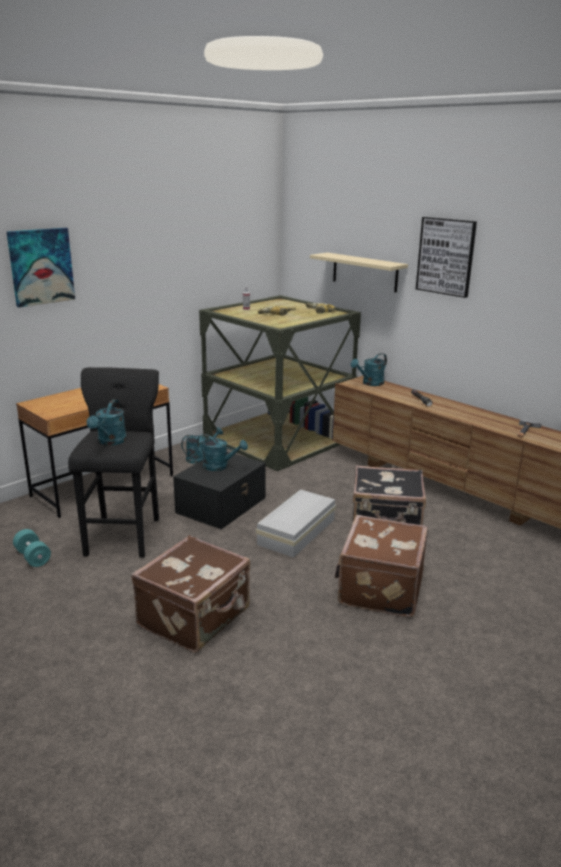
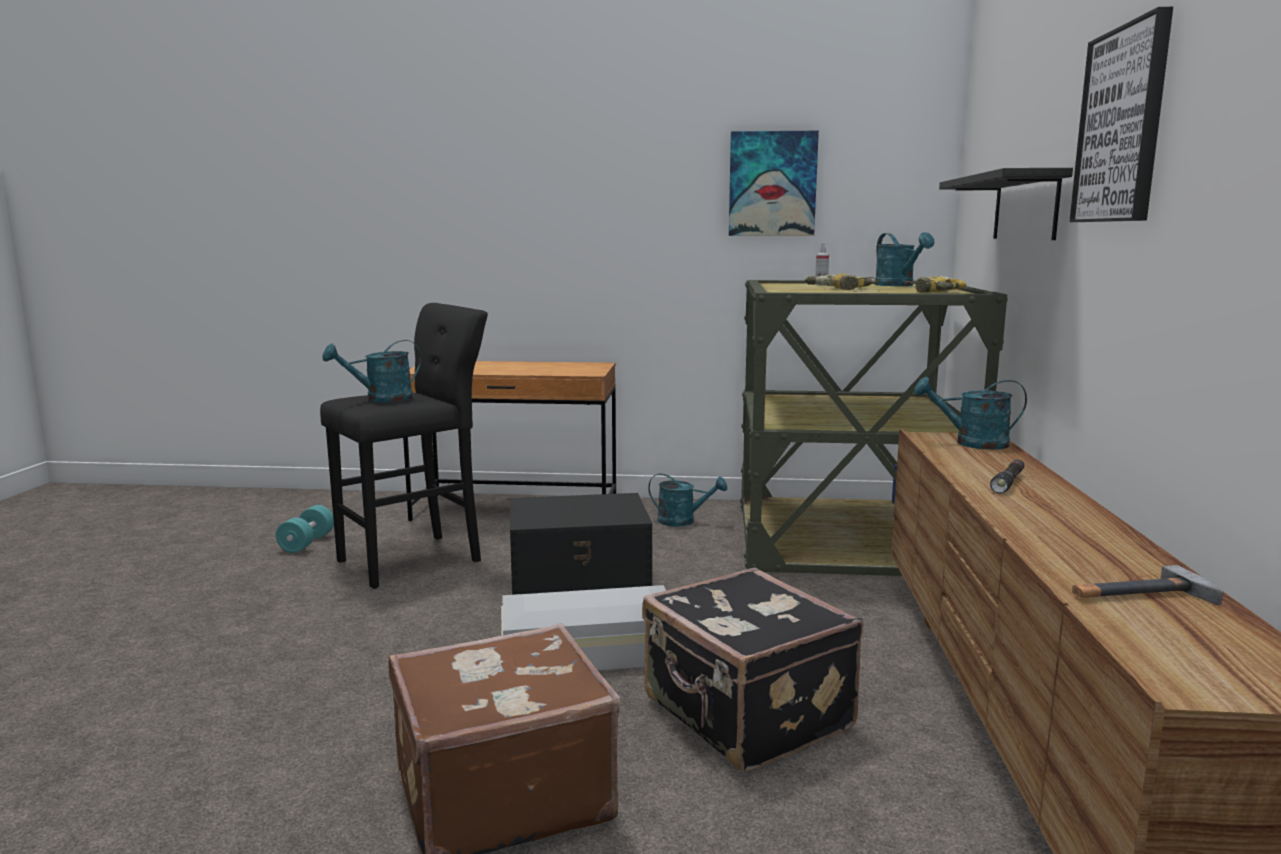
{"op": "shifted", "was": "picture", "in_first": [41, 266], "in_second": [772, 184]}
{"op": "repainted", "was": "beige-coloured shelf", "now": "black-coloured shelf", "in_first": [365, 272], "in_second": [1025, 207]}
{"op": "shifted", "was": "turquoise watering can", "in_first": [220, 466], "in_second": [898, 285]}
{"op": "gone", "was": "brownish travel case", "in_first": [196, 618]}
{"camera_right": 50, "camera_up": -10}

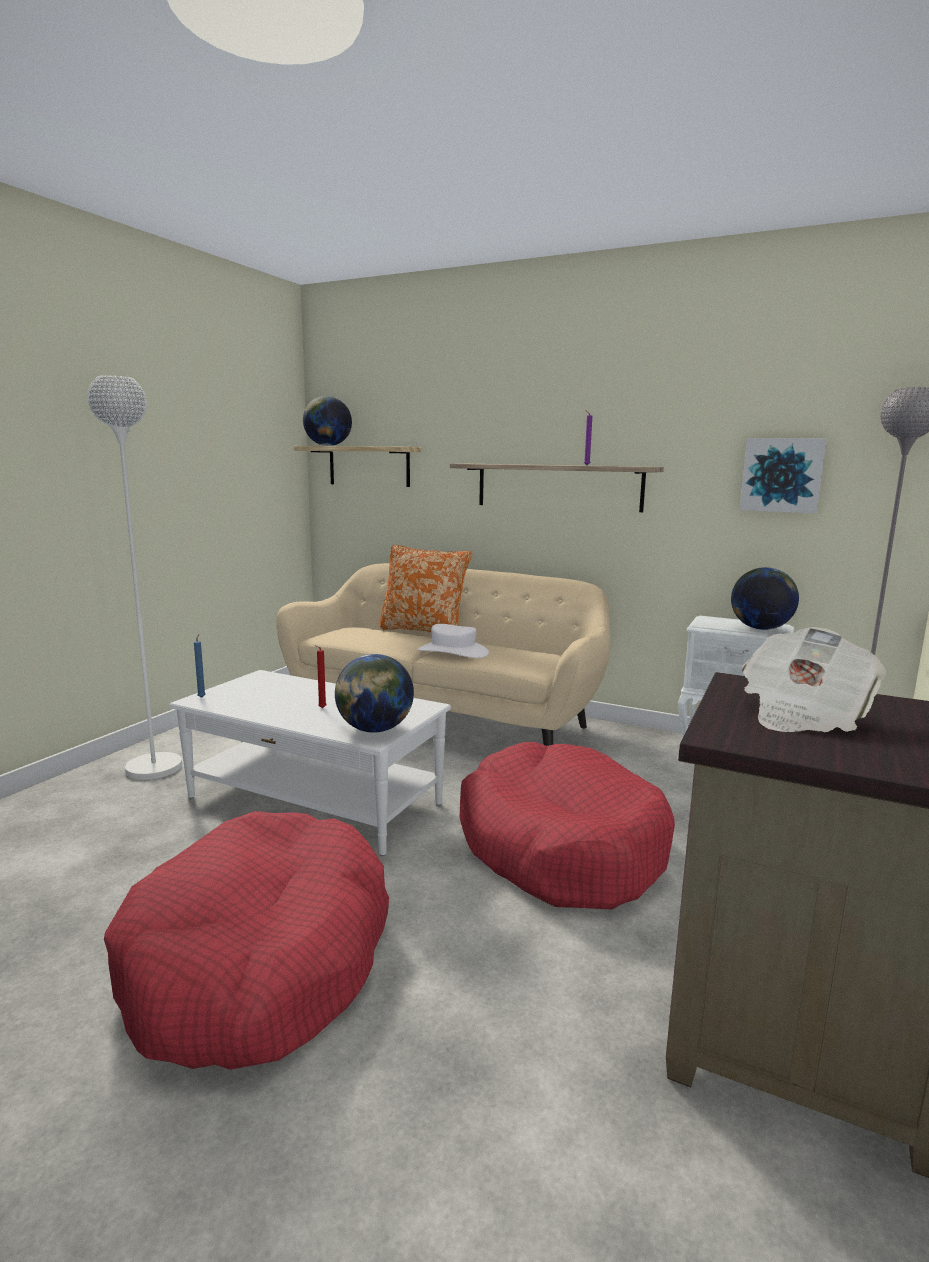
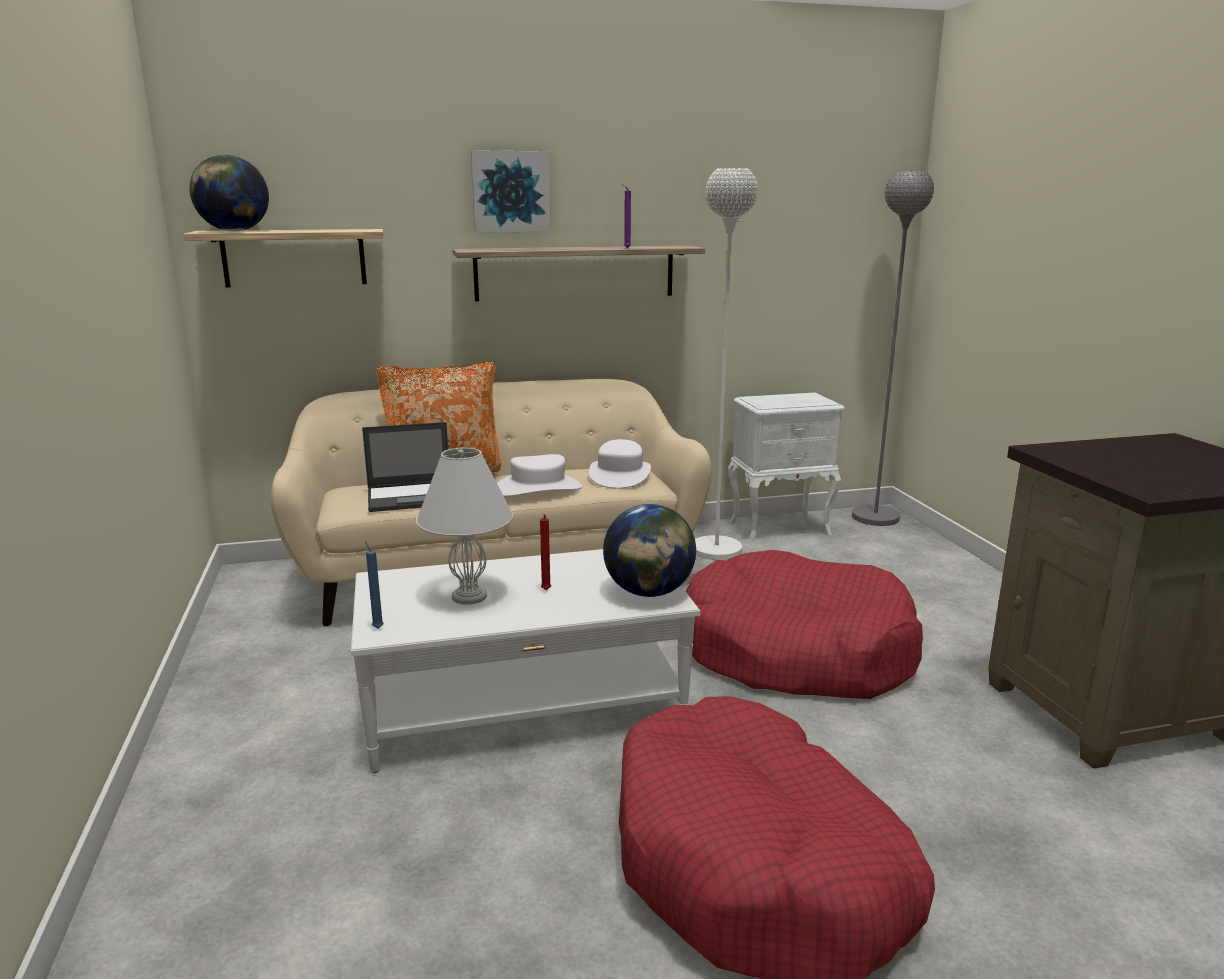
{"op": "shifted", "was": "white-coloured floor lamp", "in_first": [155, 768], "in_second": [716, 550]}
{"op": "shifted", "was": "picture", "in_first": [781, 475], "in_second": [510, 192]}
{"op": "gone", "was": "world globe", "in_first": [760, 628]}
{"op": "gone", "was": "daily paper", "in_first": [802, 714]}
{"op": "new", "now": "portable computer", "in_second": [412, 497]}
{"op": "new", "now": "white-coloured clothing hat", "in_second": [620, 475]}
{"op": "new", "now": "white-coloured tabletop lamp", "in_second": [470, 597]}
{"camera_right": -40, "camera_up": 5}

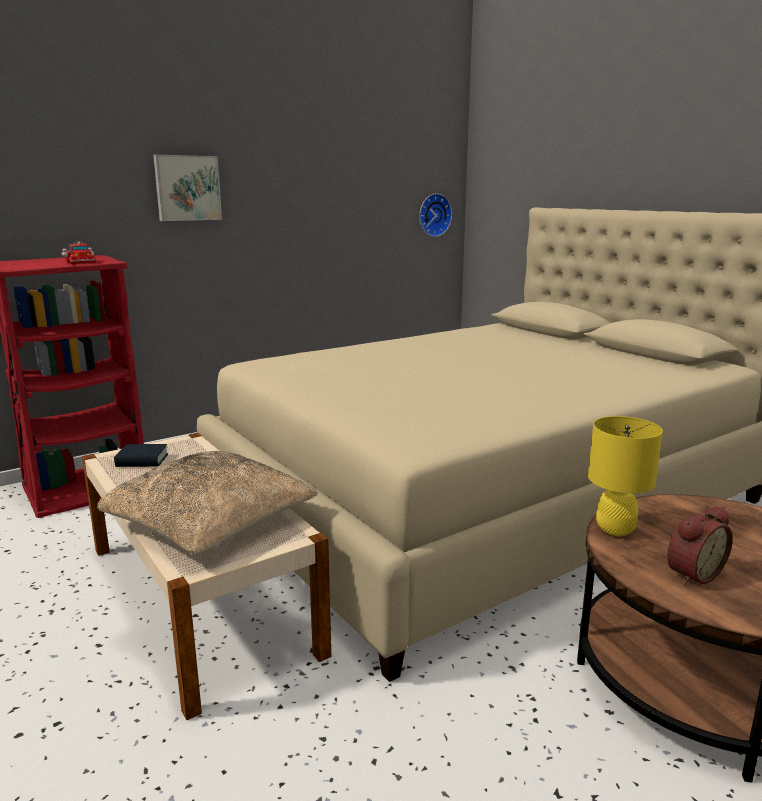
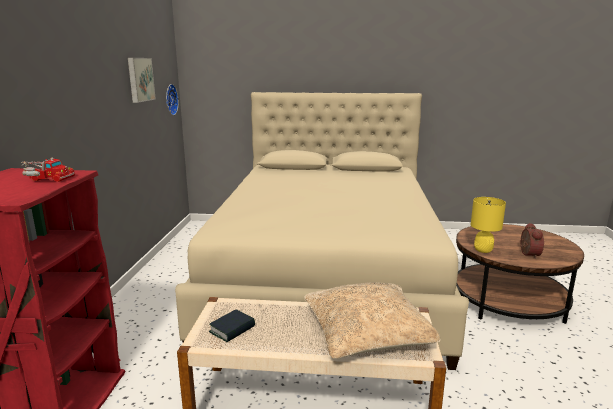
{"op": "shifted", "was": "picture", "in_first": [187, 188], "in_second": [139, 79]}
{"camera_right": -50, "camera_up": 0}

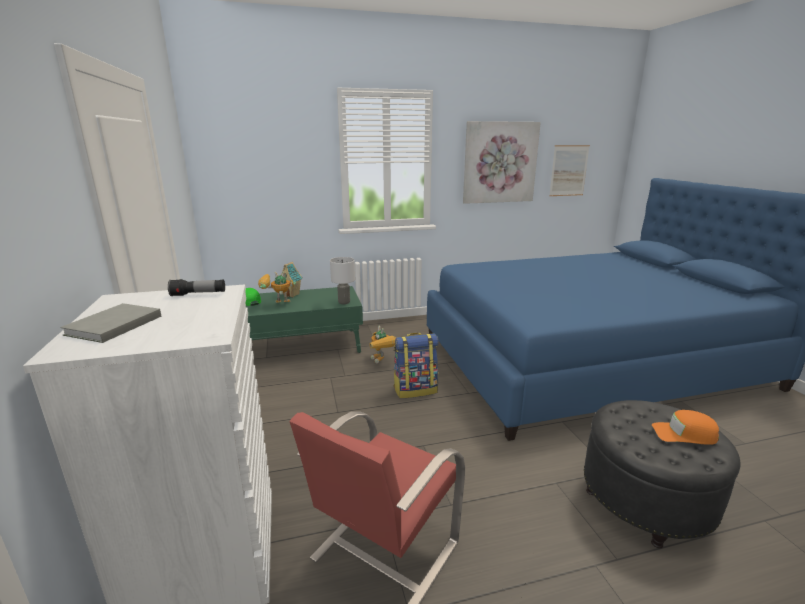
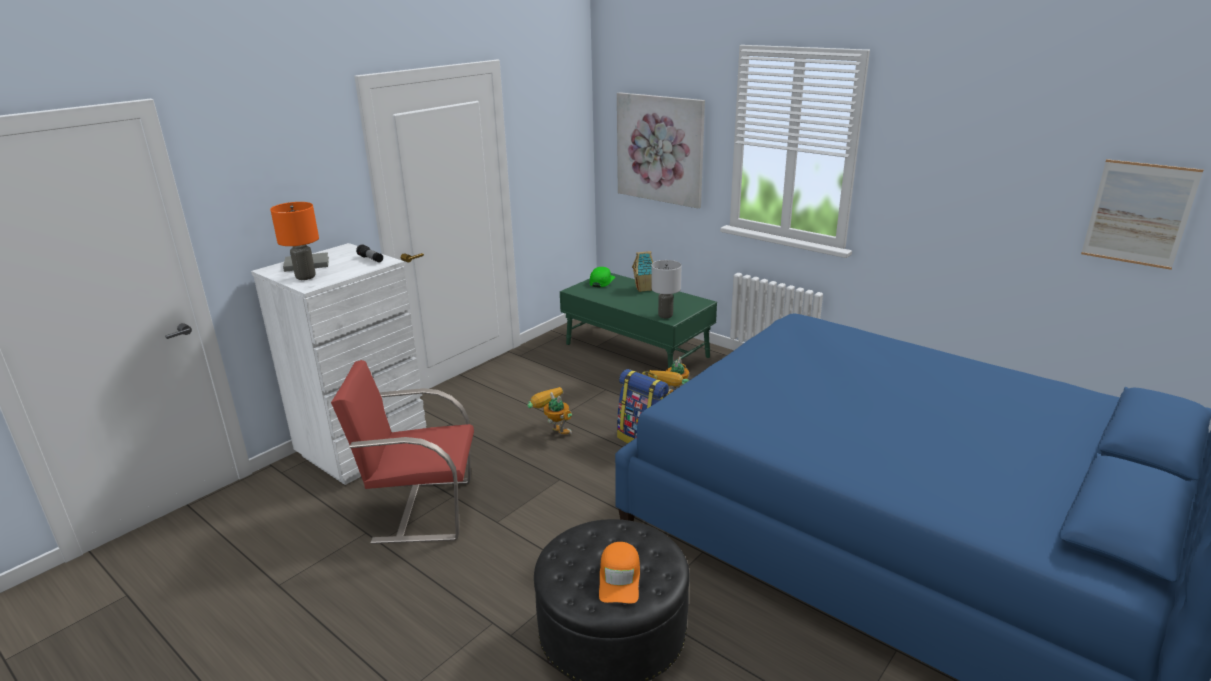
{"op": "shifted", "was": "picture", "in_first": [500, 162], "in_second": [660, 149]}
{"op": "shifted", "was": "robot figure", "in_first": [276, 305], "in_second": [553, 431]}
{"op": "rotated", "was": "orange cap", "in_first": [684, 434], "in_second": [620, 578], "clockwise": -150}
{"op": "new", "now": "orange tabletop lamp", "in_second": [306, 277]}
{"camera_right": 55, "camera_up": 5}

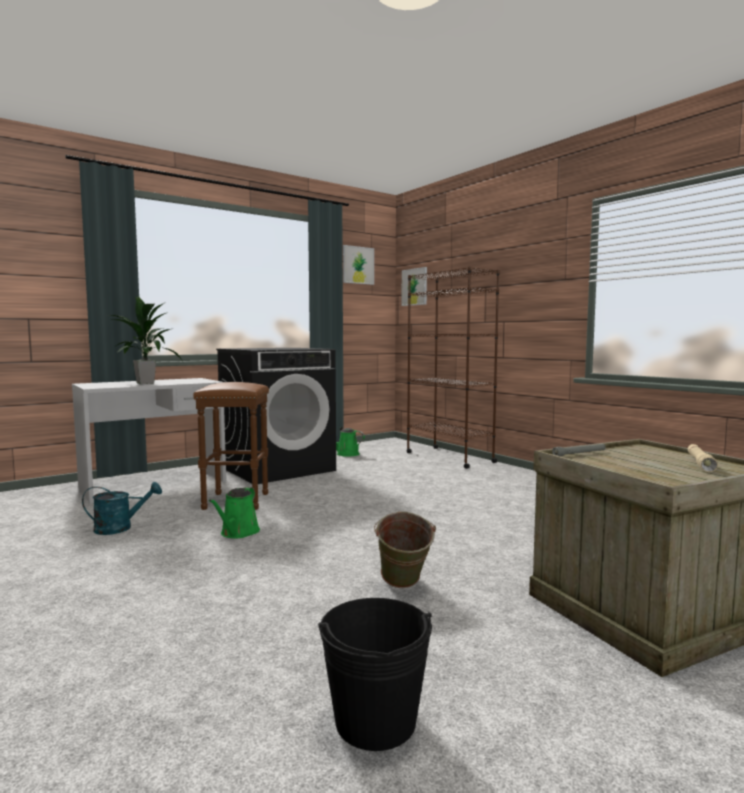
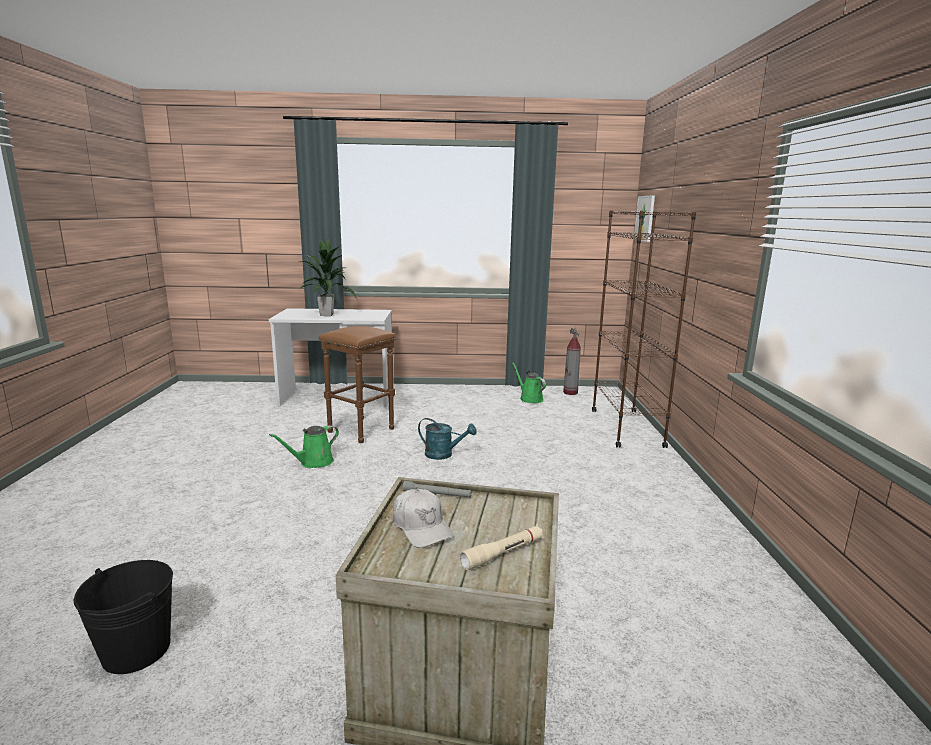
{"op": "gone", "was": "picture", "in_first": [358, 265]}
{"op": "gone", "was": "black-coloured laundry appliance", "in_first": [278, 469]}
{"op": "shifted", "was": "turquoise watering can", "in_first": [120, 528], "in_second": [444, 454]}
{"op": "gone", "was": "greenish pail", "in_first": [403, 587]}
{"op": "new", "now": "extinguisher", "in_second": [570, 392]}
{"op": "new", "now": "white-coloured cap", "in_second": [421, 527]}
{"camera_right": 35, "camera_up": 10}

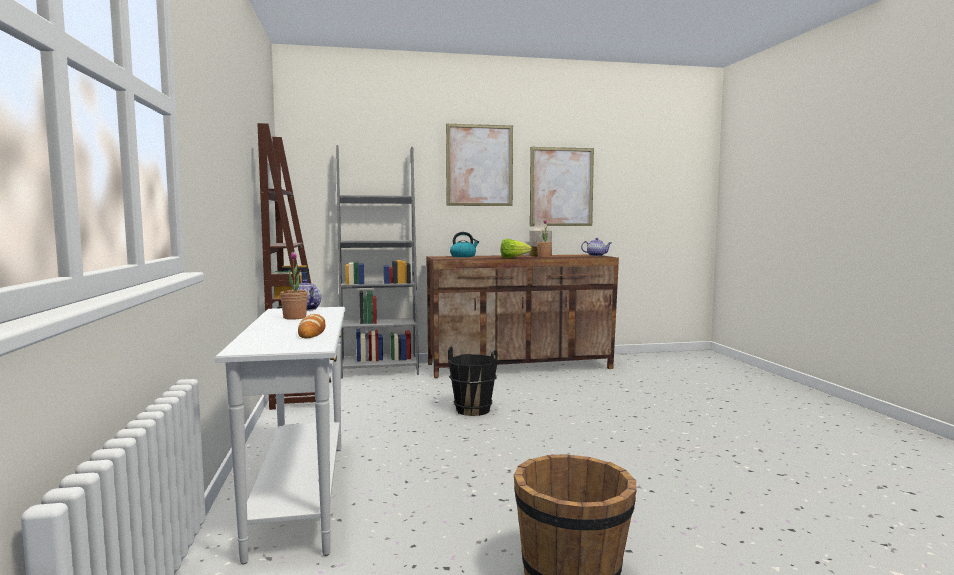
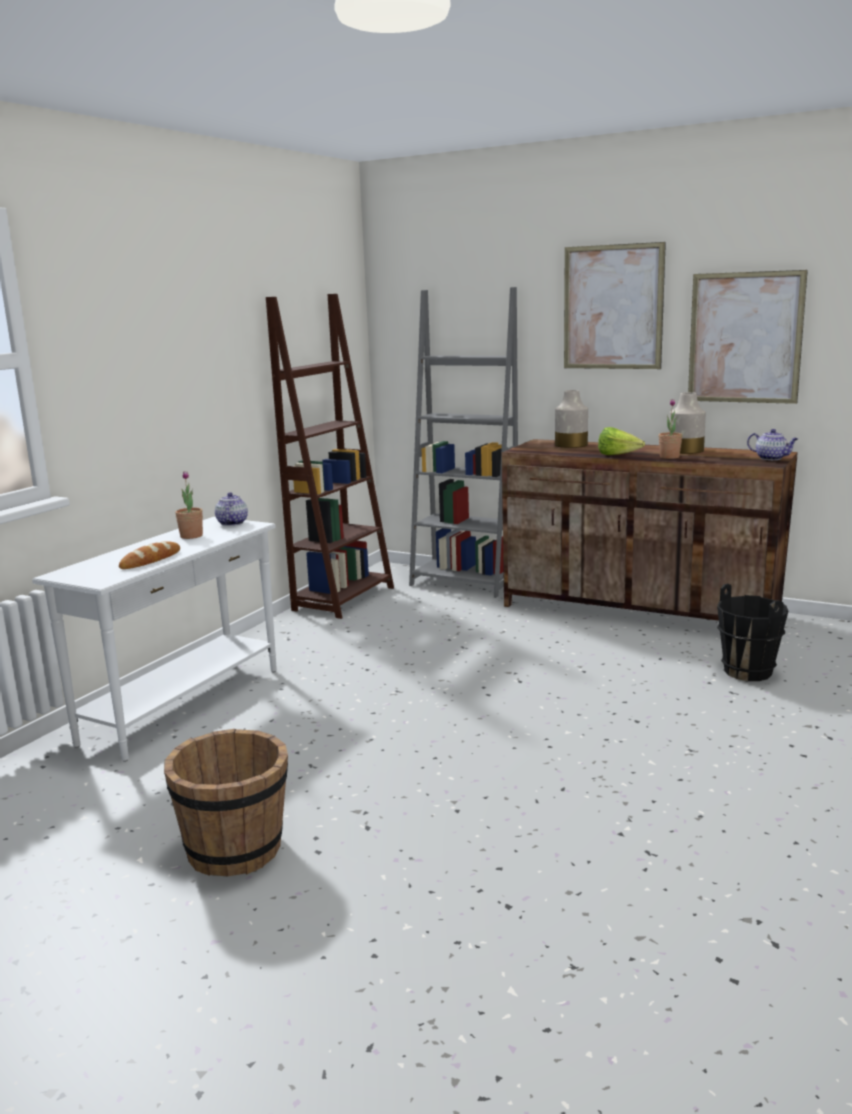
{"op": "swapped", "was": "water kettle", "now": "beige-coloured flower vase", "in_first": [463, 256], "in_second": [571, 444]}
{"op": "shifted", "was": "black-coloured pail", "in_first": [473, 410], "in_second": [748, 671]}
{"camera_right": 40, "camera_up": 10}

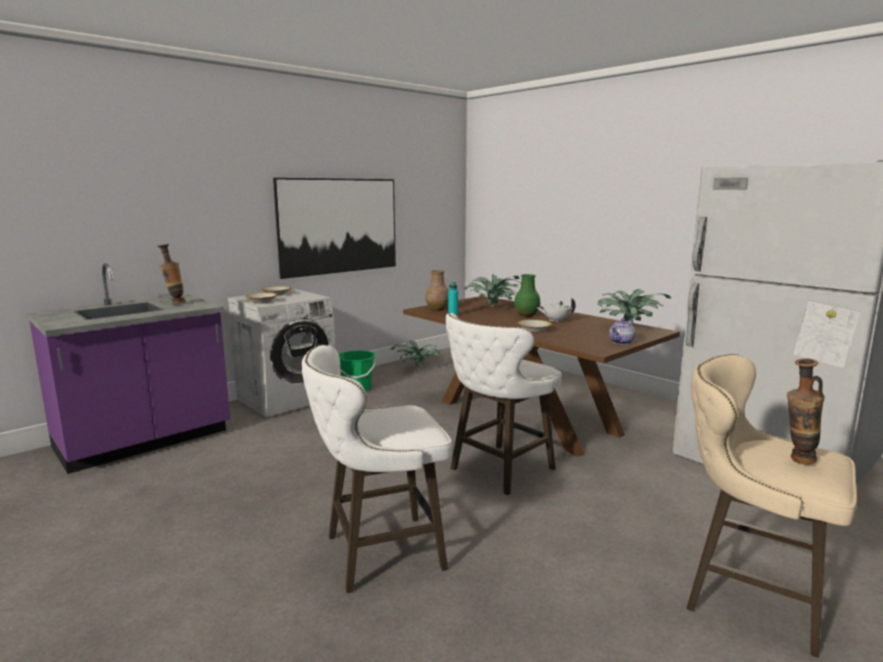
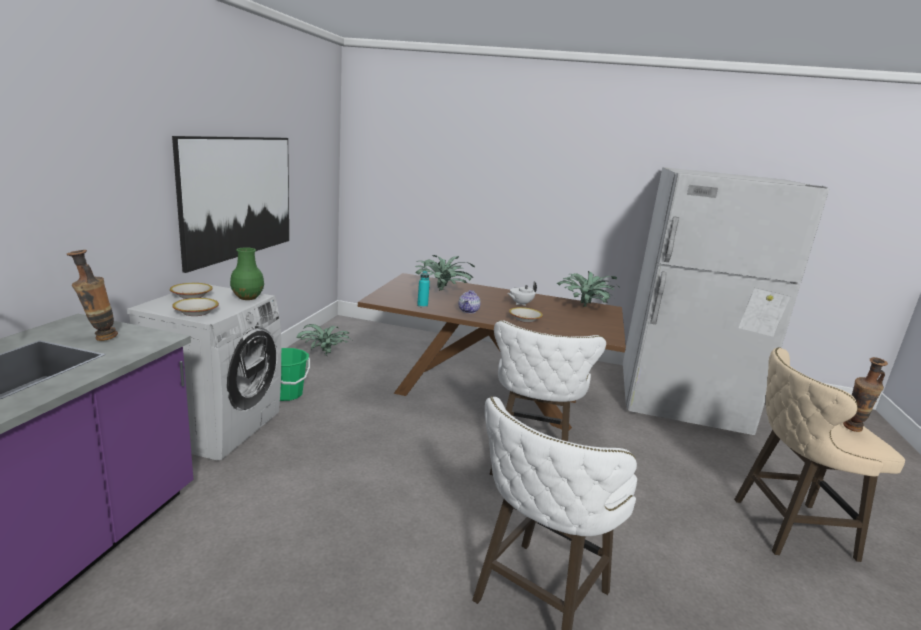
{"op": "gone", "was": "brownish flower vase", "in_first": [437, 309]}
{"op": "shifted", "was": "greenish flower vase", "in_first": [526, 315], "in_second": [247, 297]}
{"op": "shifted", "was": "teapot", "in_first": [621, 342], "in_second": [469, 311]}
{"camera_right": -35, "camera_up": 5}

